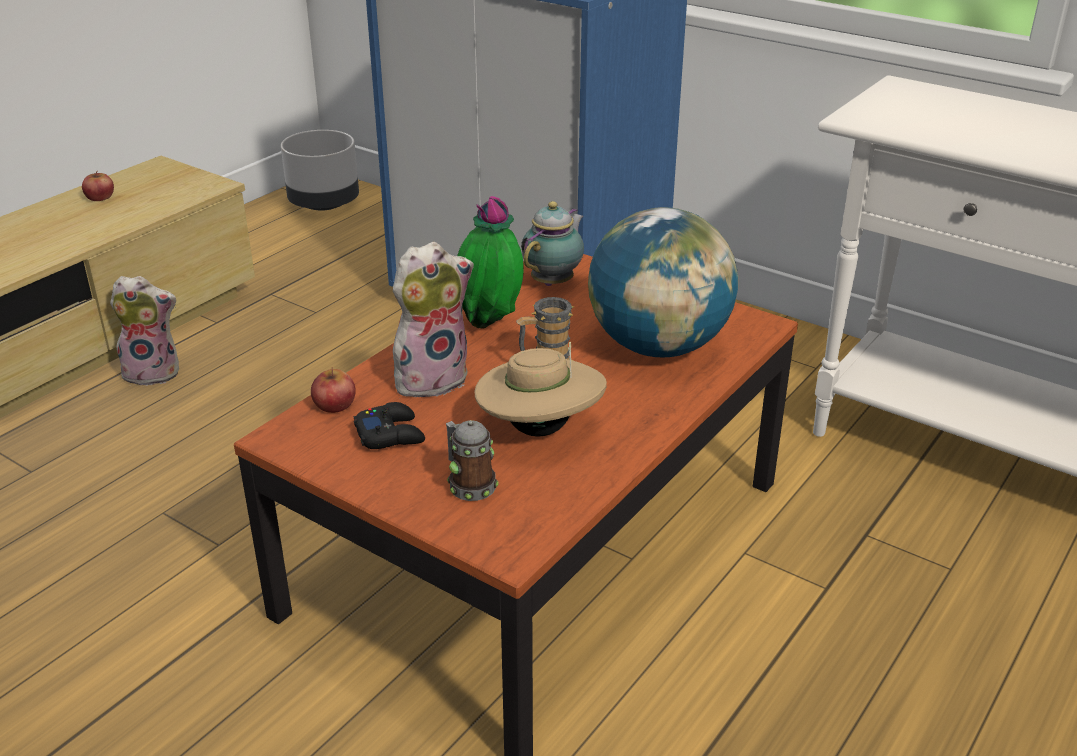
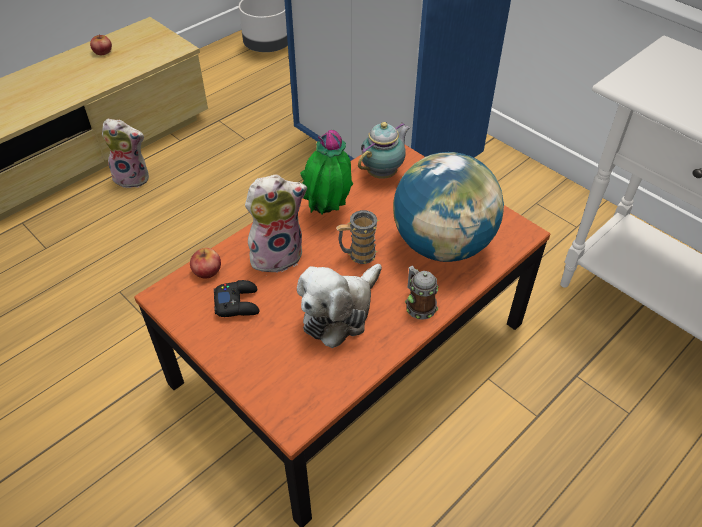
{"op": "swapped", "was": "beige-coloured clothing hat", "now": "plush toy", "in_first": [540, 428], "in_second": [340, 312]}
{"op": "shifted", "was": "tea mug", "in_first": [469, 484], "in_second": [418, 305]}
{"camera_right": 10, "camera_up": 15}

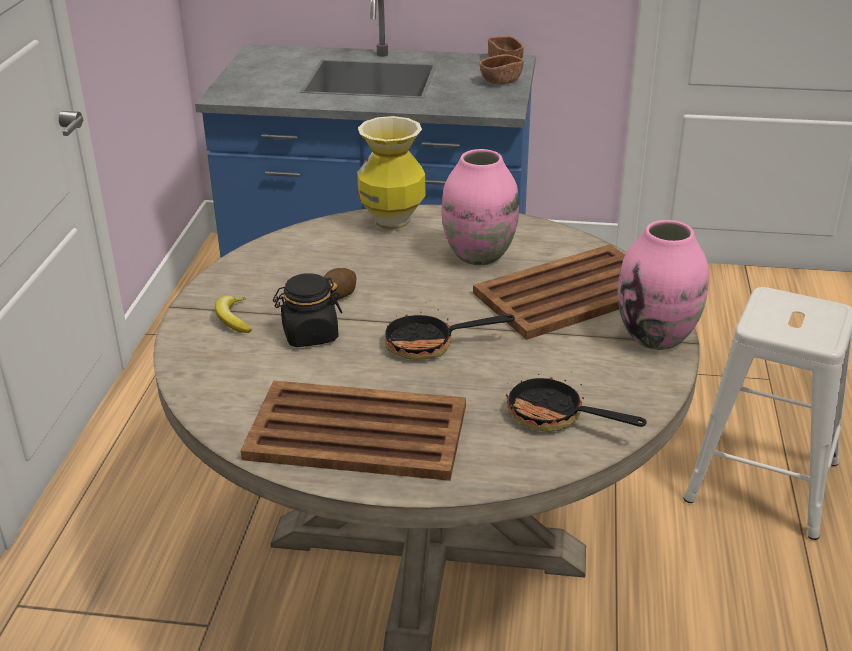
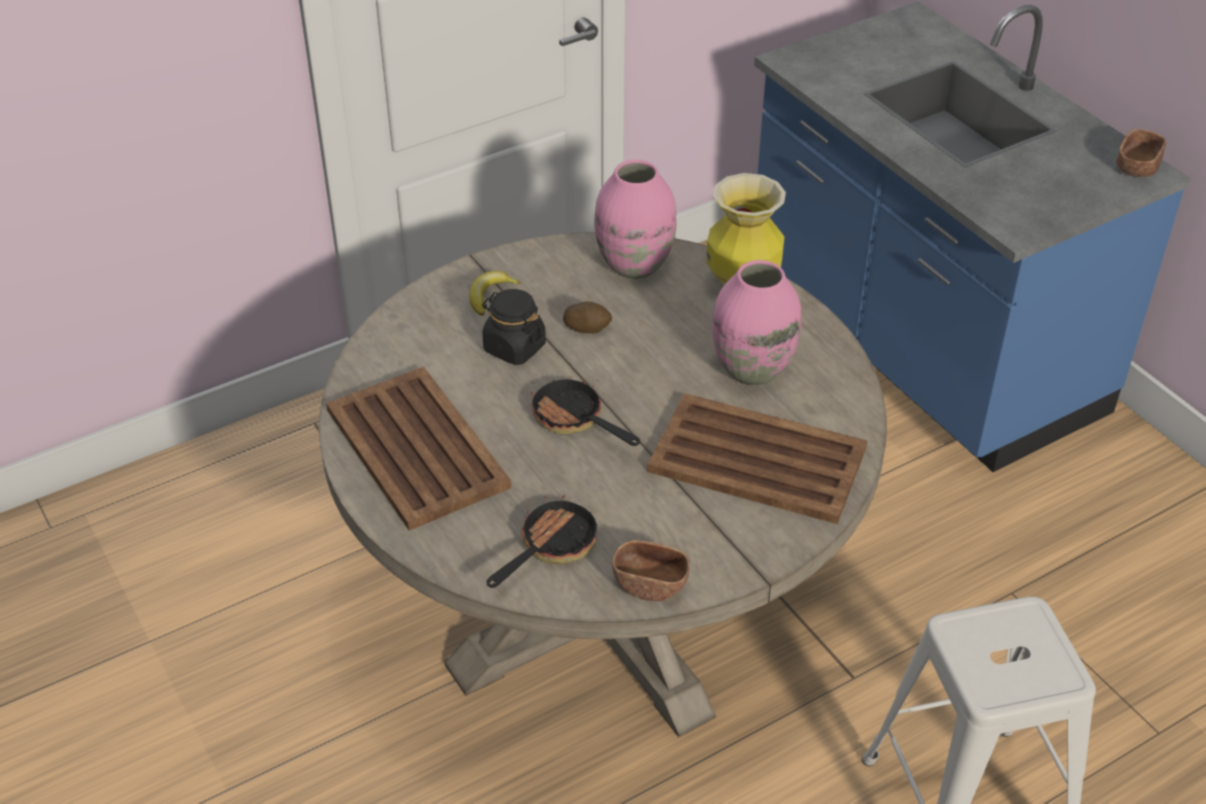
{"op": "shifted", "was": "brownish serving bowl", "in_first": [501, 81], "in_second": [650, 584]}
{"op": "shifted", "was": "pinkish flower vase", "in_first": [657, 337], "in_second": [635, 265]}
{"op": "rotated", "was": "skillet", "in_first": [555, 417], "in_second": [550, 547], "clockwise": 45}
{"camera_right": 50, "camera_up": 10}

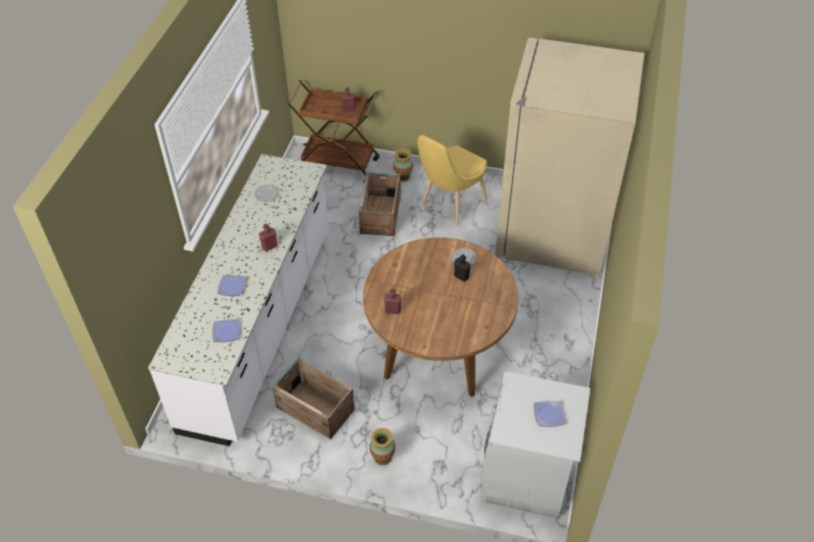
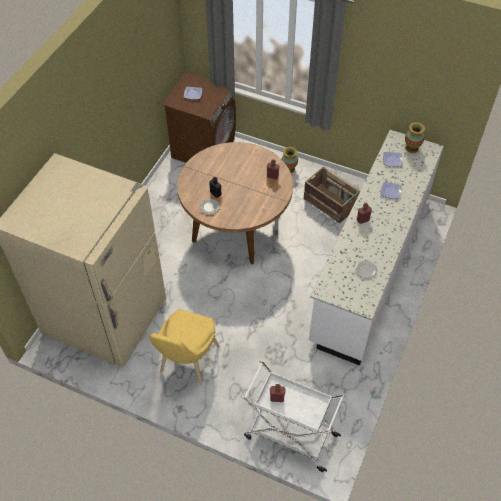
{"op": "repainted", "was": "brownish wheeled cart", "now": "white-coloured wheeled cart", "in_first": [337, 166], "in_second": [290, 436]}
{"op": "rotated", "was": "yellowish chair", "in_first": [450, 205], "in_second": [187, 363], "clockwise": 150}
{"op": "shifted", "was": "flower vase", "in_first": [403, 176], "in_second": [411, 148]}
{"op": "gone", "was": "packing crate", "in_first": [381, 214]}
{"op": "repainted", "was": "white-coloured laundry appliance", "now": "brownish laundry appliance", "in_first": [527, 475], "in_second": [202, 147]}
{"camera_right": -170, "camera_up": 5}

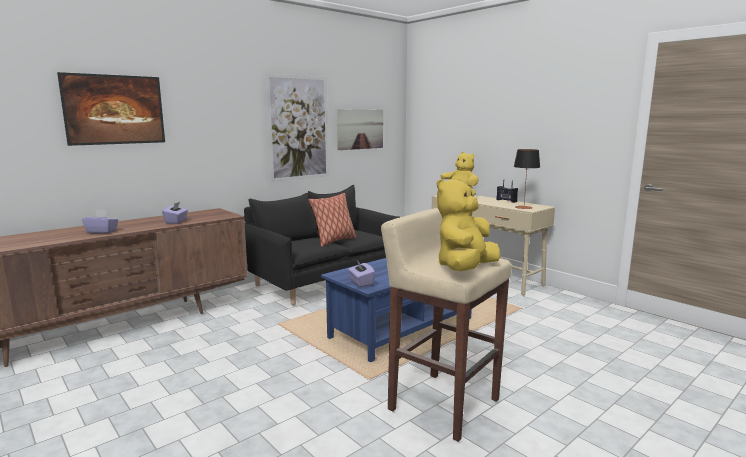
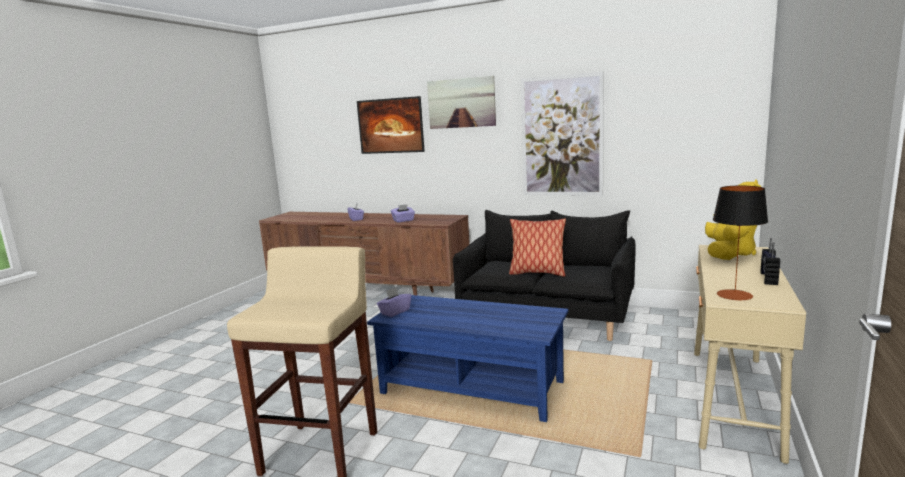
{"op": "shifted", "was": "picture", "in_first": [360, 129], "in_second": [461, 103]}
{"op": "gone", "was": "yellowish plush toy", "in_first": [465, 269]}
{"camera_right": 65, "camera_up": 0}

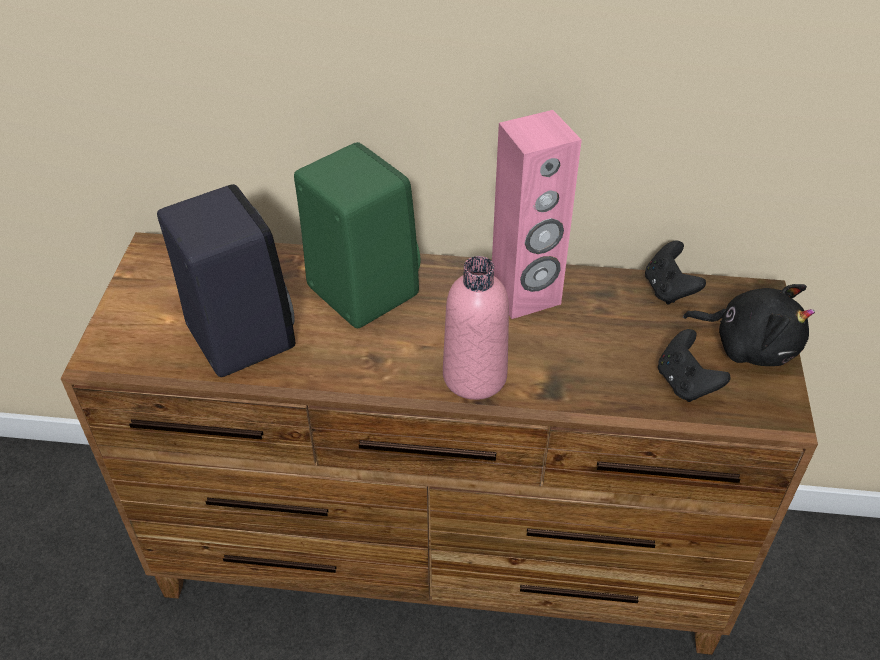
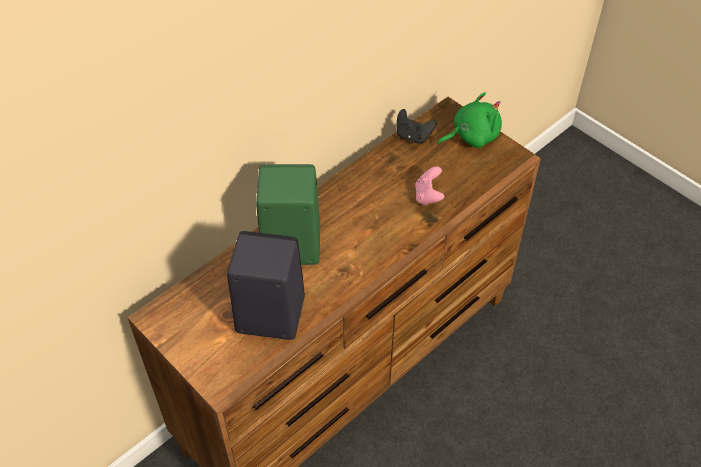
{"op": "gone", "was": "pinkish loudspeaker", "in_first": [526, 296]}
{"op": "gone", "was": "pinkish drink bottle", "in_first": [474, 376]}
{"op": "repainted", "was": "black-coloured plush toy", "now": "greenish plush toy", "in_first": [749, 345], "in_second": [471, 136]}
{"op": "gone", "was": "black-coloured game controller", "in_first": [685, 383]}
{"op": "new", "now": "pinkish game controller", "in_second": [428, 196]}
{"camera_right": -50, "camera_up": 5}

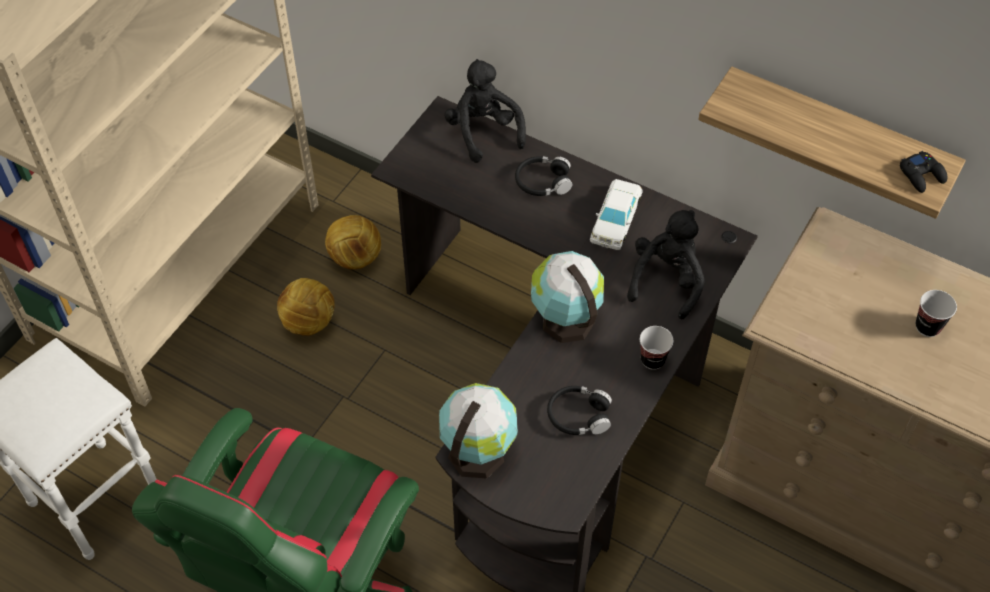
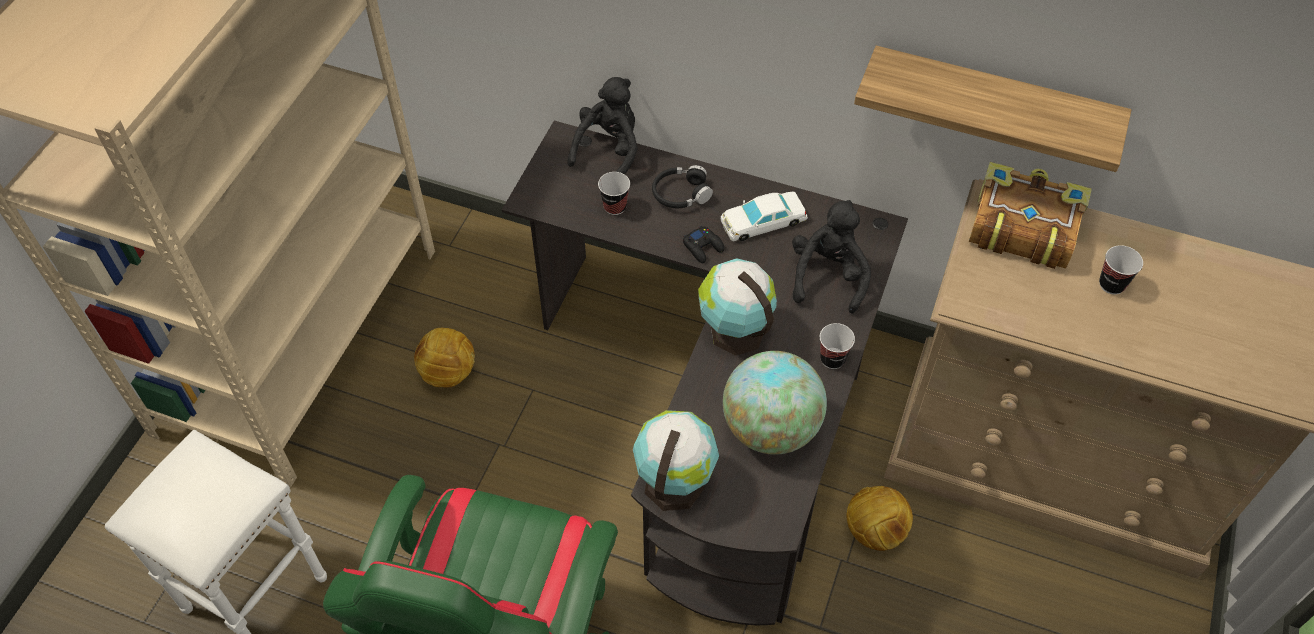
{"op": "rotated", "was": "black-coloured plush toy", "in_first": [483, 132], "in_second": [609, 150], "clockwise": 60}
{"op": "shifted", "was": "black-coloured game controller", "in_first": [922, 175], "in_second": [703, 247]}
{"op": "rotated", "was": "white-coloured miniature car", "in_first": [615, 219], "in_second": [762, 221], "clockwise": 60}
{"op": "shifted", "was": "football ball", "in_first": [354, 258], "in_second": [874, 531]}
{"op": "swapped", "was": "black-coloured headphones", "now": "world globe", "in_first": [578, 416], "in_second": [770, 428]}
{"op": "new", "now": "bound book", "in_second": [1022, 226]}
{"op": "new", "now": "cup", "in_second": [615, 207]}
{"camera_right": -10, "camera_up": 0}

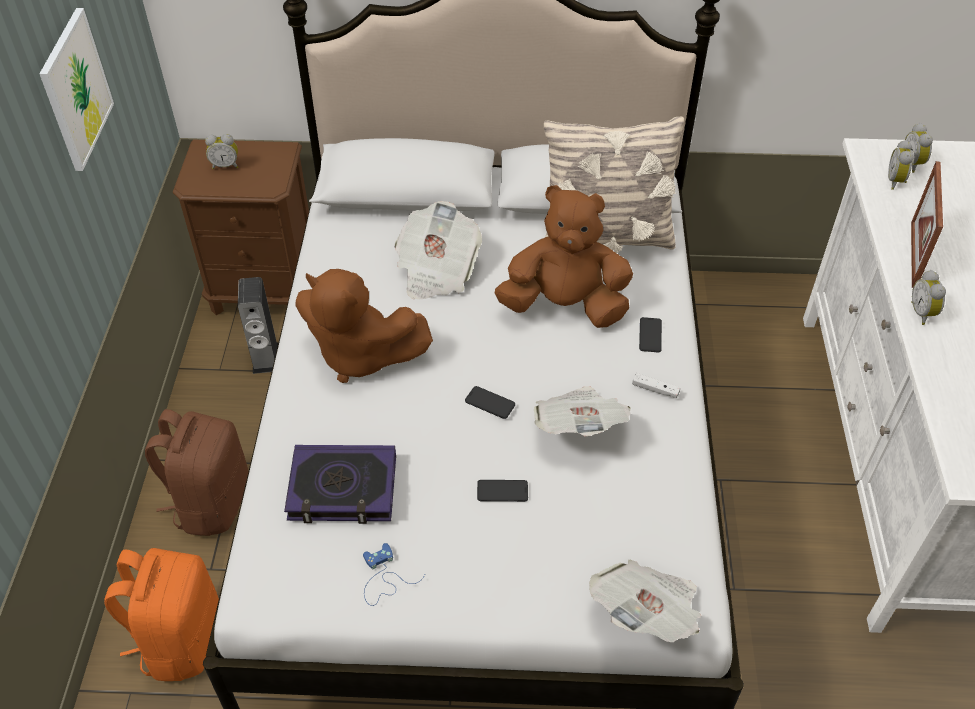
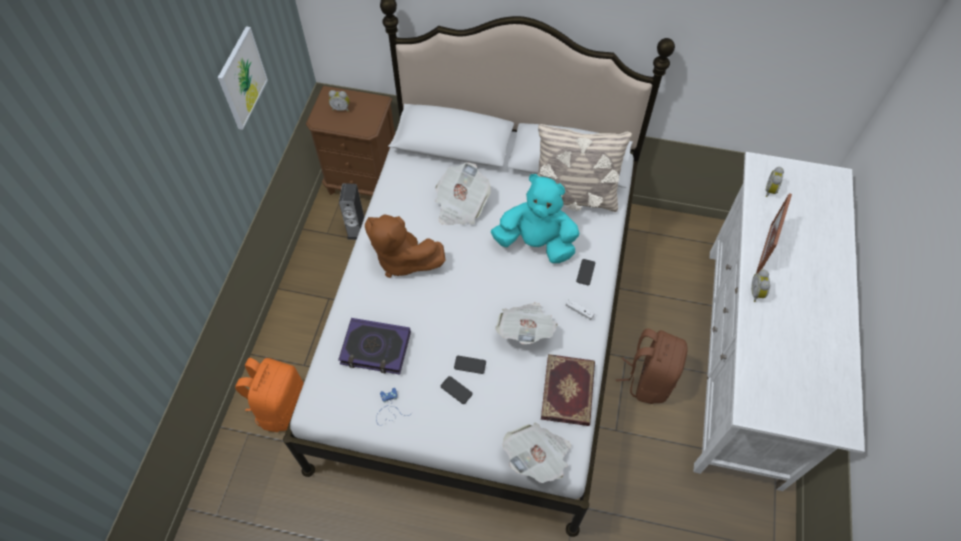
{"op": "gone", "was": "bedside clock", "in_first": [913, 164]}
{"op": "repainted", "was": "brownish plush toy", "now": "turquoise plush toy", "in_first": [564, 306], "in_second": [536, 243]}
{"op": "shifted", "was": "telephone", "in_first": [490, 403], "in_second": [456, 390]}
{"op": "shifted", "was": "brownish rucksack", "in_first": [211, 502], "in_second": [648, 379]}
{"op": "new", "now": "bound book", "in_second": [569, 391]}
{"camera_right": 10, "camera_up": 10}

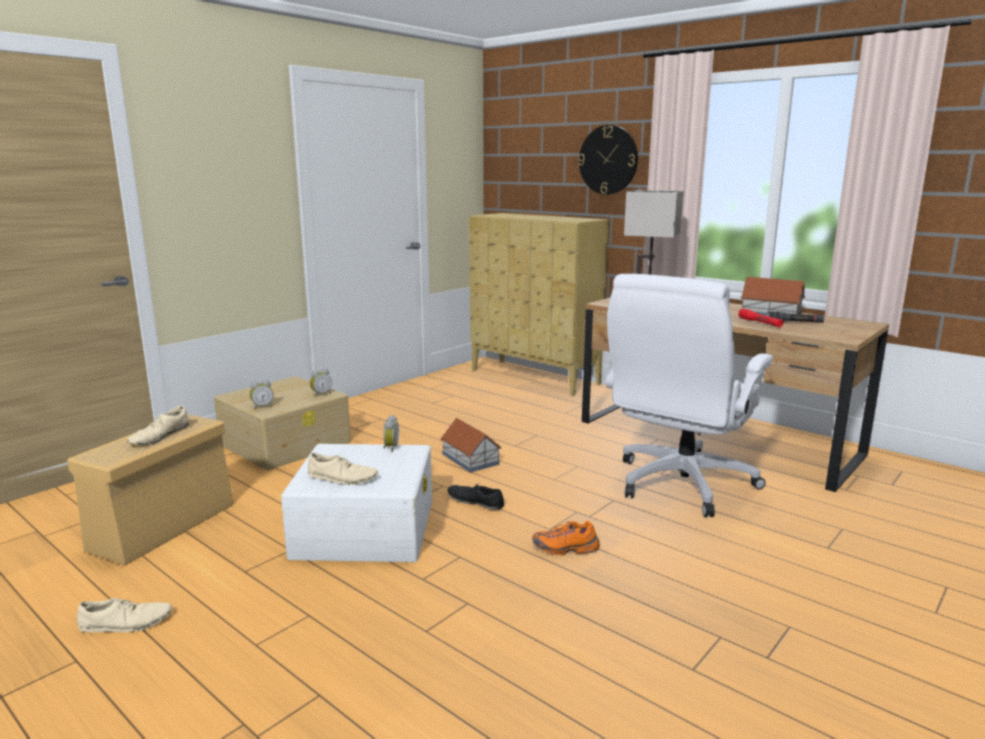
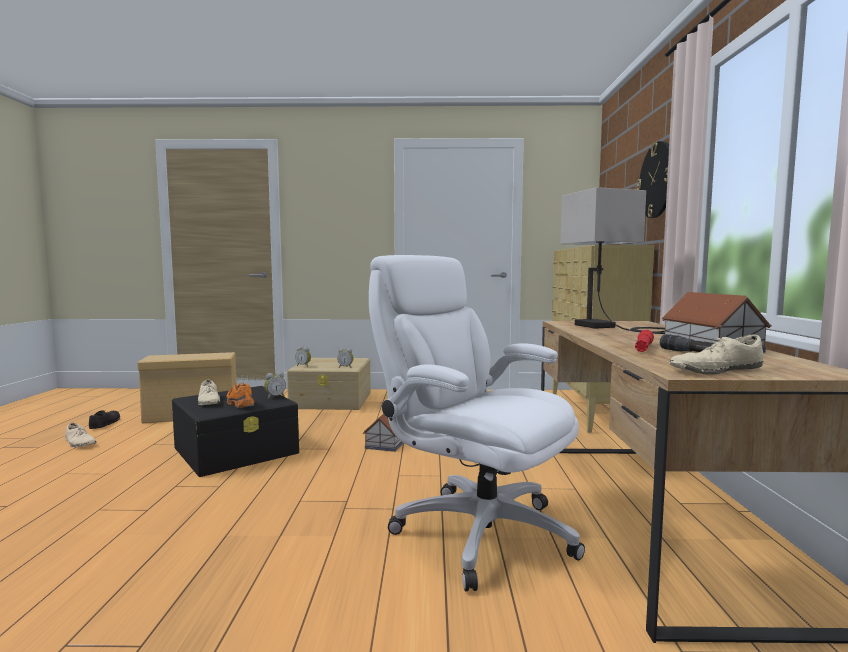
{"op": "rotated", "was": "white-coloured computer chair", "in_first": [678, 486], "in_second": [474, 528], "clockwise": 45}
{"op": "shifted", "was": "beige-coloured low shoe", "in_first": [159, 436], "in_second": [715, 370]}
{"op": "repainted", "was": "white-coloured storage container", "now": "black-coloured storage container", "in_first": [365, 527], "in_second": [237, 450]}
{"op": "shifted", "was": "black-coloured low shoe", "in_first": [475, 501], "in_second": [105, 423]}
{"op": "shifted", "was": "orange low shoe", "in_first": [565, 549], "in_second": [240, 404]}
{"camera_right": 50, "camera_up": -10}

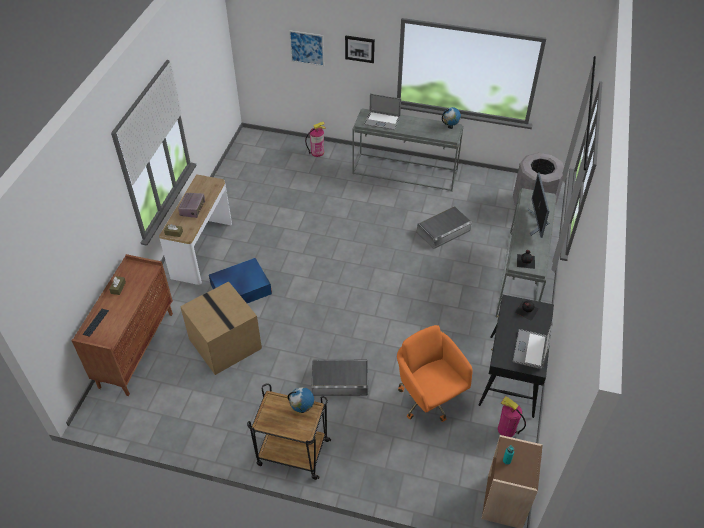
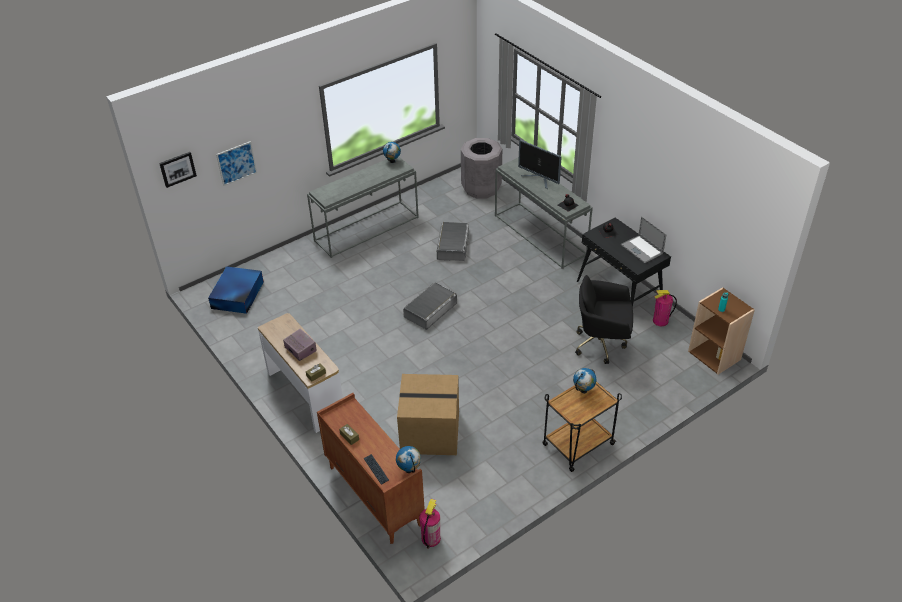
{"op": "shifted", "was": "picture", "in_first": [360, 48], "in_second": [177, 169]}
{"op": "gone", "was": "portable computer", "in_first": [382, 121]}
{"op": "shifted", "was": "extinguisher", "in_first": [317, 152], "in_second": [430, 538]}
{"op": "shifted", "was": "bluish storage container", "in_first": [240, 289], "in_second": [237, 295]}
{"op": "repainted", "was": "orange computer chair", "now": "black-coloured computer chair", "in_first": [428, 401], "in_second": [601, 345]}
{"op": "shifted", "was": "gray storage container", "in_first": [340, 381], "in_second": [430, 310]}
{"op": "new", "now": "world globe", "in_second": [409, 470]}
{"camera_right": -50, "camera_up": -5}

